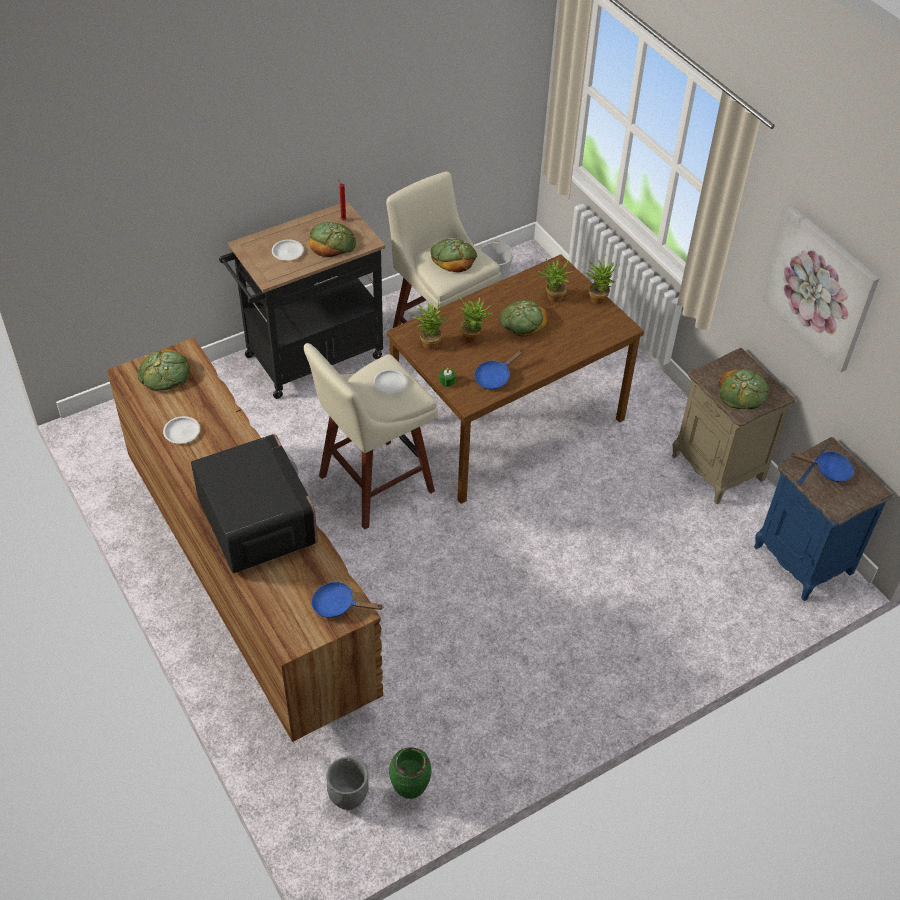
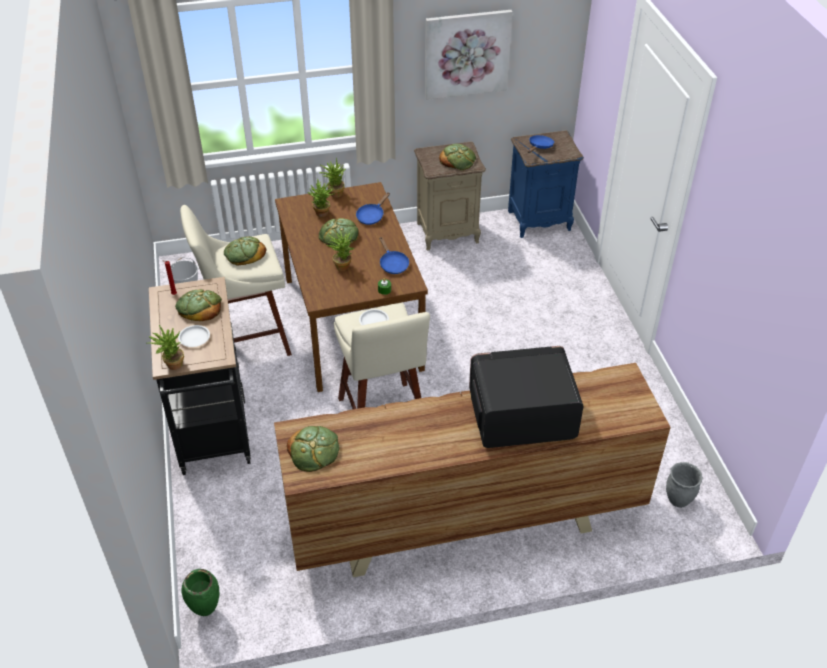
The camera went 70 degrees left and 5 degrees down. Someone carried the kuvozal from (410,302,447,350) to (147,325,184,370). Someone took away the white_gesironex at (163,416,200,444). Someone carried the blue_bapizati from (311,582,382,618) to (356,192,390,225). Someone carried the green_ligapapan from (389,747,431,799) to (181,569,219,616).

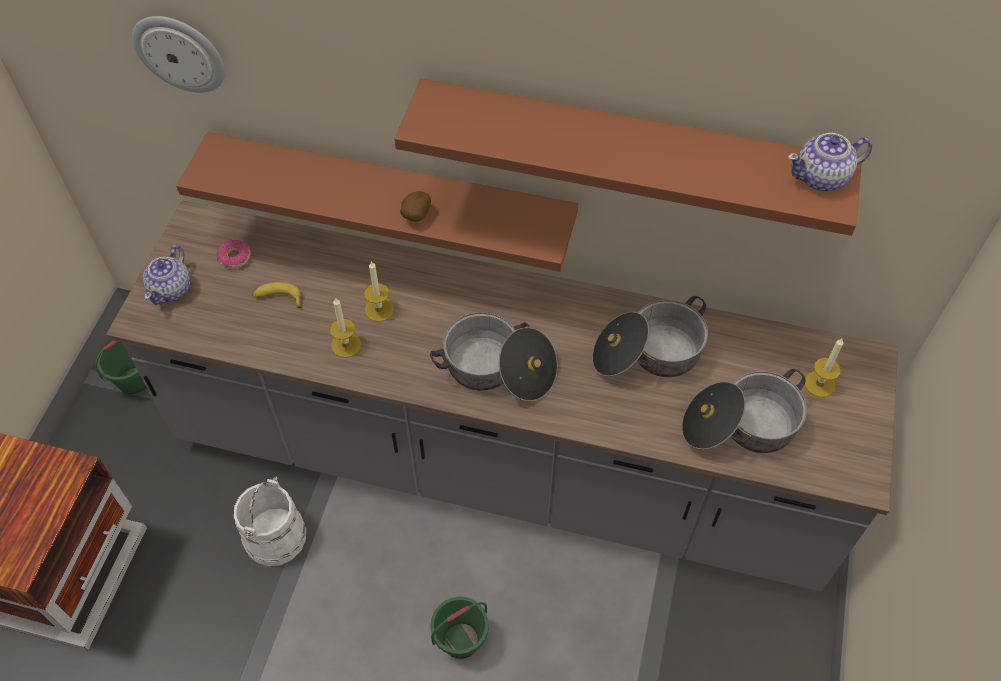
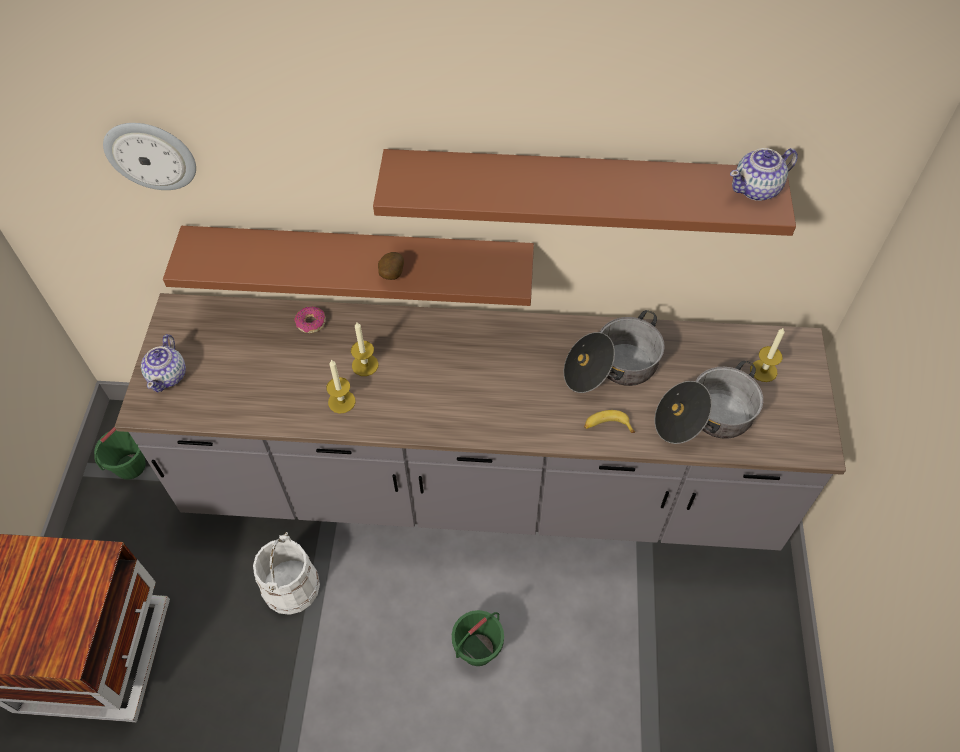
The camera went 10 degrees left and 0 degrees up. Someone carried the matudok from (217,239,251,268) to (294,307,326,333). Someone carried the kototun from (252,282,301,308) to (584,410,635,433). Someone took away the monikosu at (430,312,558,401).

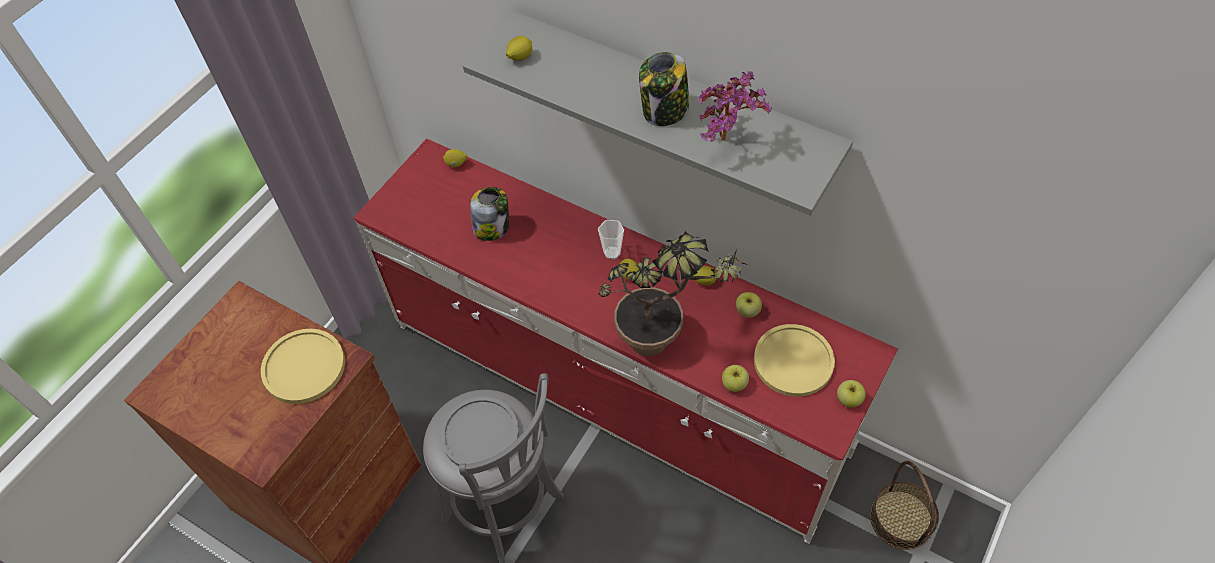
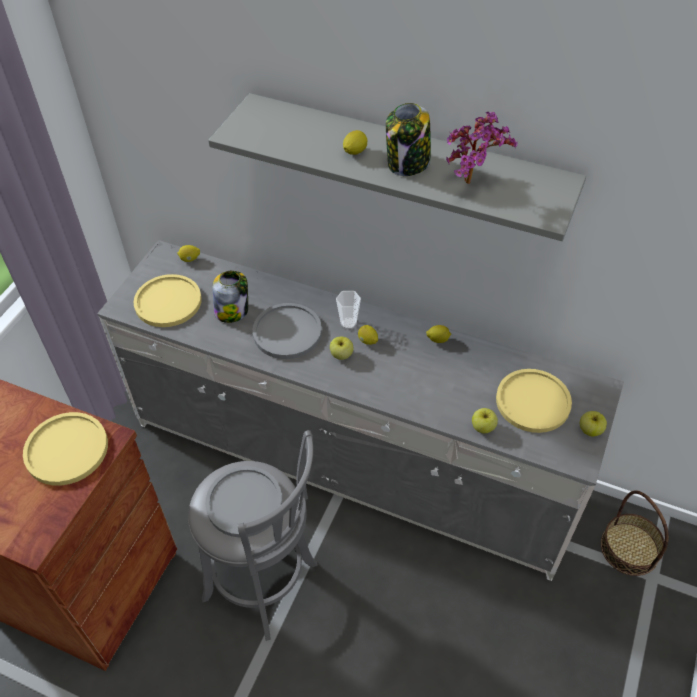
The camera went 10 degrees left and 5 degrees down. Someone carried the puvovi from (506,36,532,61) to (343,130,367,155). Someone repainted the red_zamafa at (354,138,898,544), which became the grey_zamafa at (97,240,624,581). Someone took away the kuvozal at (598,231,752,356). Someone carried the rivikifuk from (736,292,762,318) to (330,337,353,360). Someone put down the yellow_gesironex at (133,274,202,327). Someone put down the grey_gesironex at (253,303,322,359).

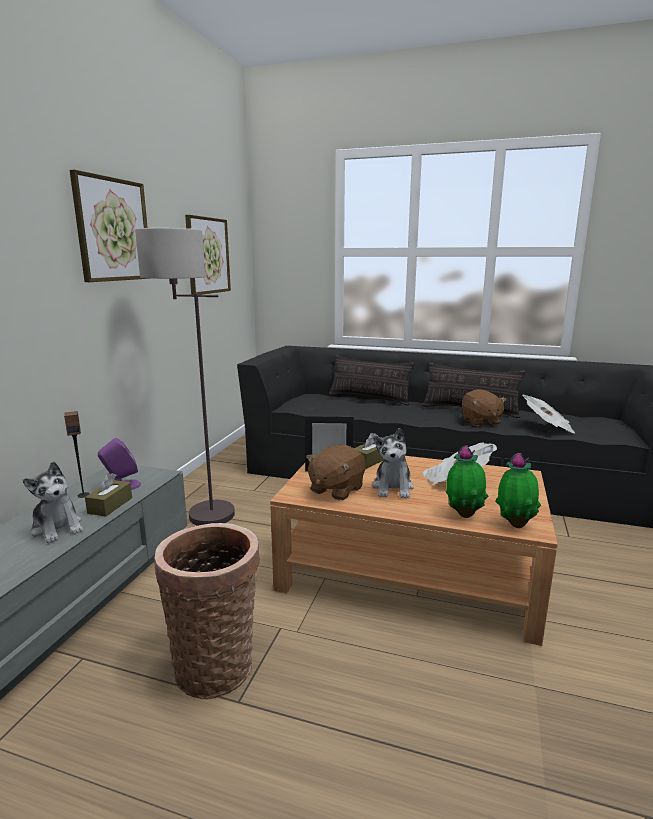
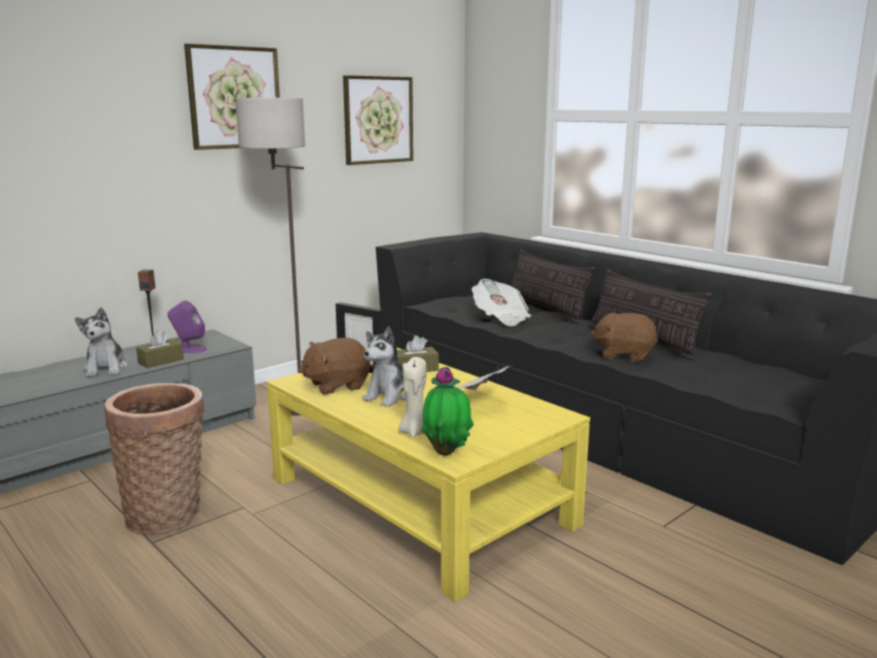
The camera went 30 degrees right and 0 degrees up. Someone rotated the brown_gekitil at (462,389,507,426) by 90 degrees clockwise. Someone carried the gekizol from (522,395,576,434) to (472,279,531,327). Someone swapped the kuvozal at (446,445,488,518) for the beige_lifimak at (399,357,426,438). Someone repainted the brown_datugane at (270,456,558,646), which became the yellow_datugane at (267,348,590,602).

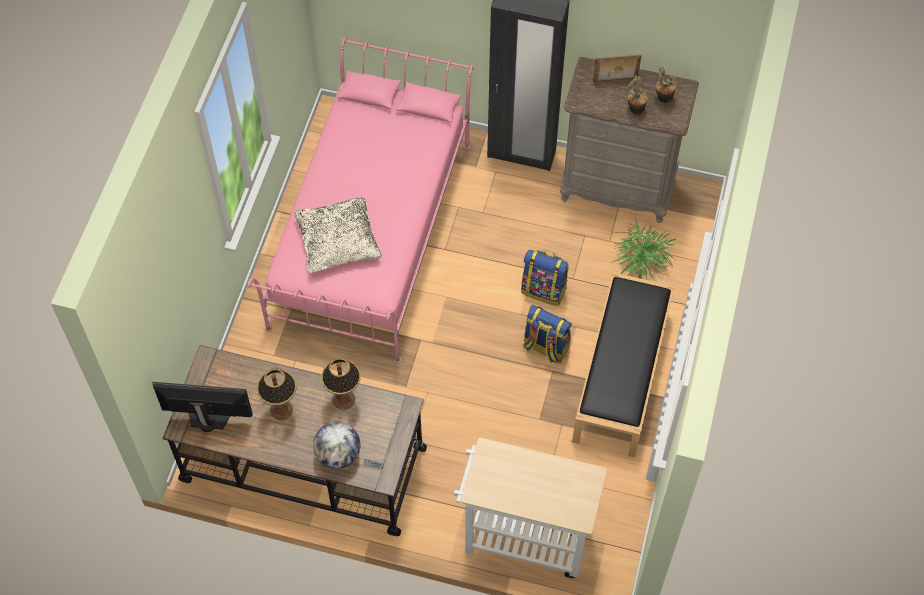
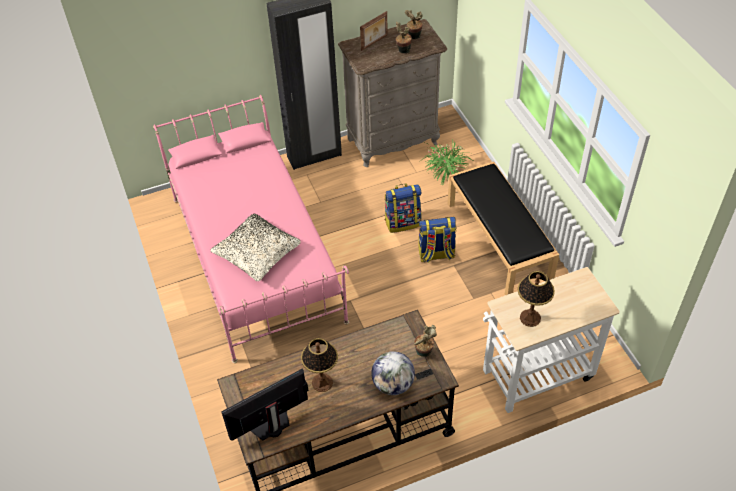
The camera went 35 degrees left and 10 degrees down. Someone carried the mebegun from (321,358,361,410) to (517,271,555,327). Someone put down the kuvozal at (414,325,437,357).

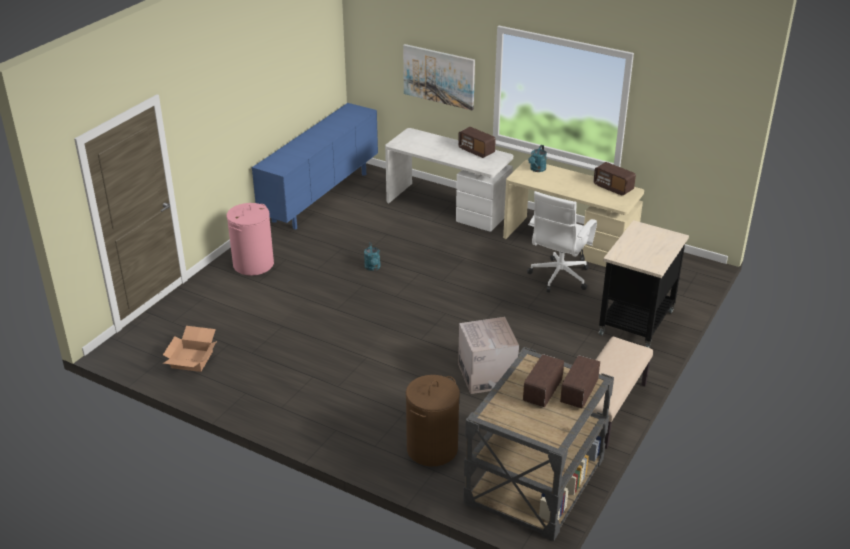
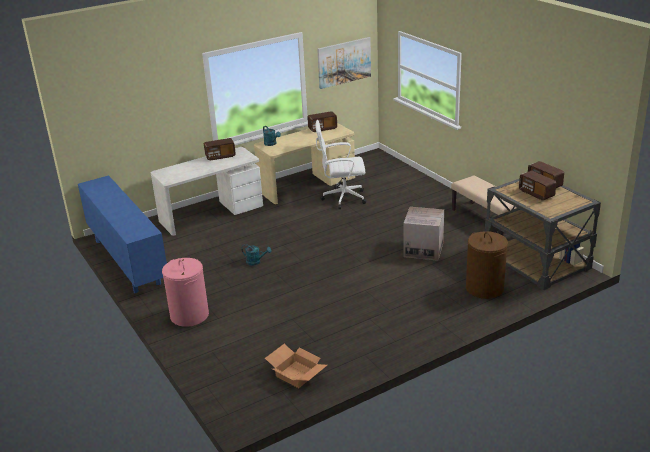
The camera went 60 degrees left and 5 degrees down. Someone carried the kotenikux from (403,44,475,110) to (317,37,371,89). Someone rotated the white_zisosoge at (527,191,597,292) by 120 degrees clockwise. Someone took away the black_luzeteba at (598,220,689,348).

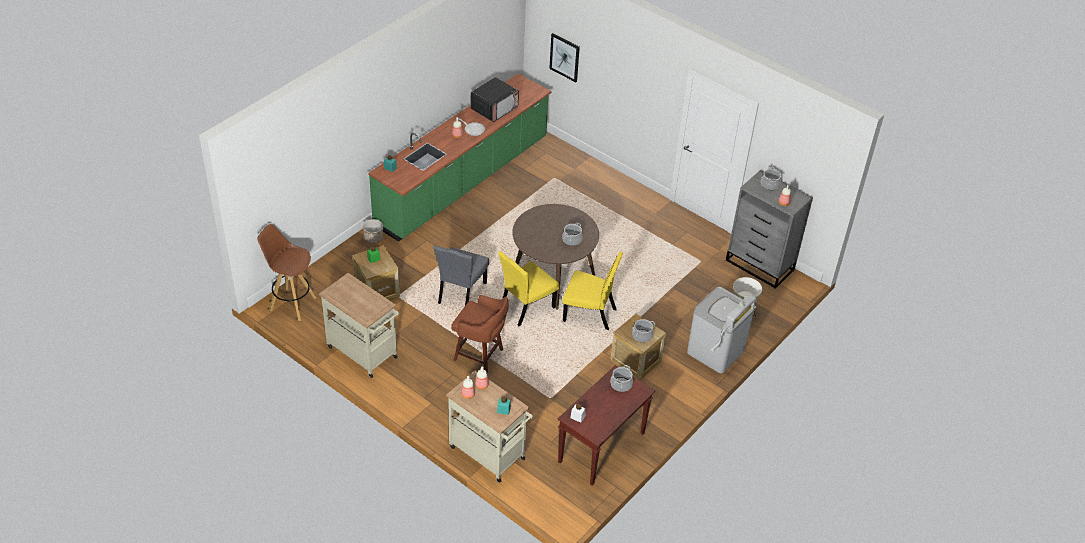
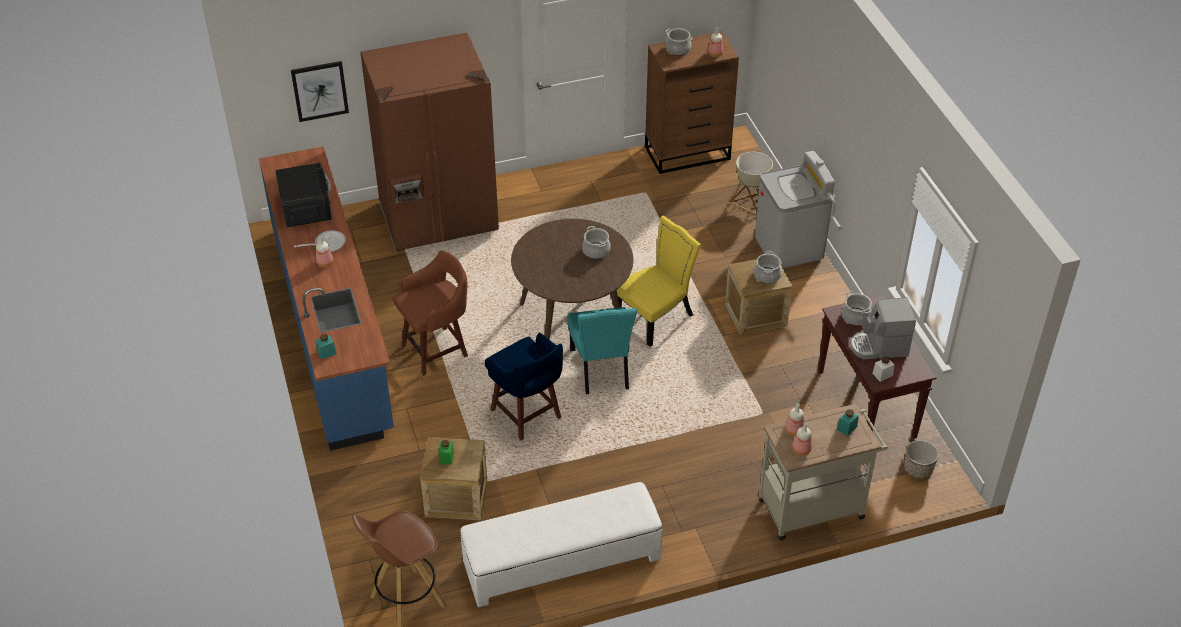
The camera went 55 degrees left and 0 degrees up. Someone repainted the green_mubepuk at (369,74,551,242), which became the blue_mubepuk at (259,146,394,451). Someone repainted the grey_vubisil at (726,170,813,289), which became the brown_vubisil at (645,31,739,174). Someone carried the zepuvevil from (363,219,383,243) to (904,440,939,479). Someone swapped the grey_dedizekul at (433,245,489,305) for the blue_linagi at (485,333,563,441). Someone repainted the yellow_dedizekul at (498,251,559,326), which became the turquoise_dedizekul at (567,307,637,395). Someone swapped the beige_luzeteba at (319,273,399,378) for the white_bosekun at (460,482,662,607). Someone carried the brown_linagi from (451,295,509,373) to (393,250,468,376). Someone put down the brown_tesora at (360,33,499,252). Someone put down the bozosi at (851,297,916,359).

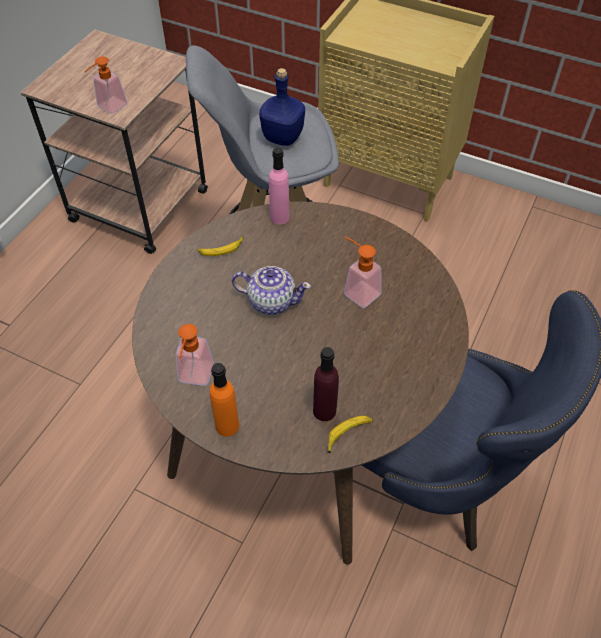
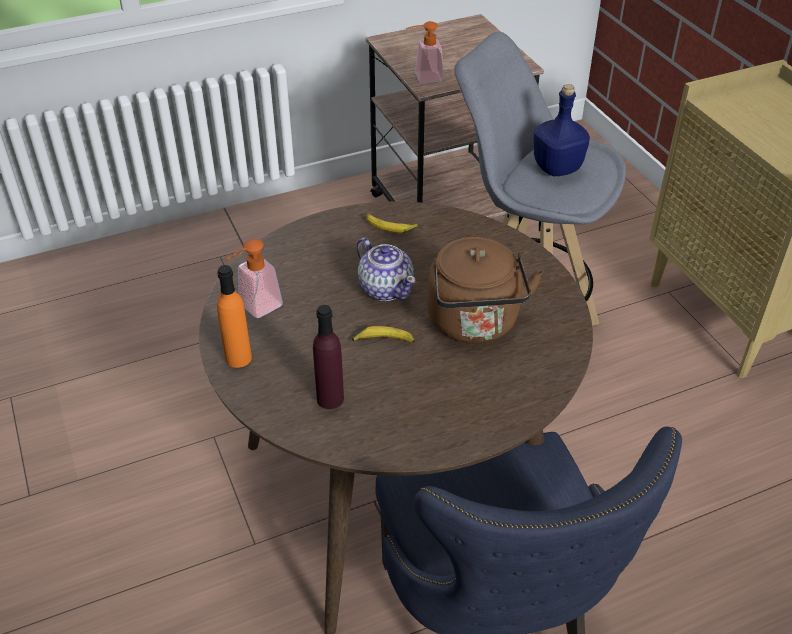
The camera went 40 degrees right and 10 degrees down. Someone took away the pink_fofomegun at (269,147,289,224). Someone swapped the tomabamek at (344,236,382,308) for the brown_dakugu at (427,237,543,344). Someone carried the kototun from (328,416,373,453) to (352,326,415,343).

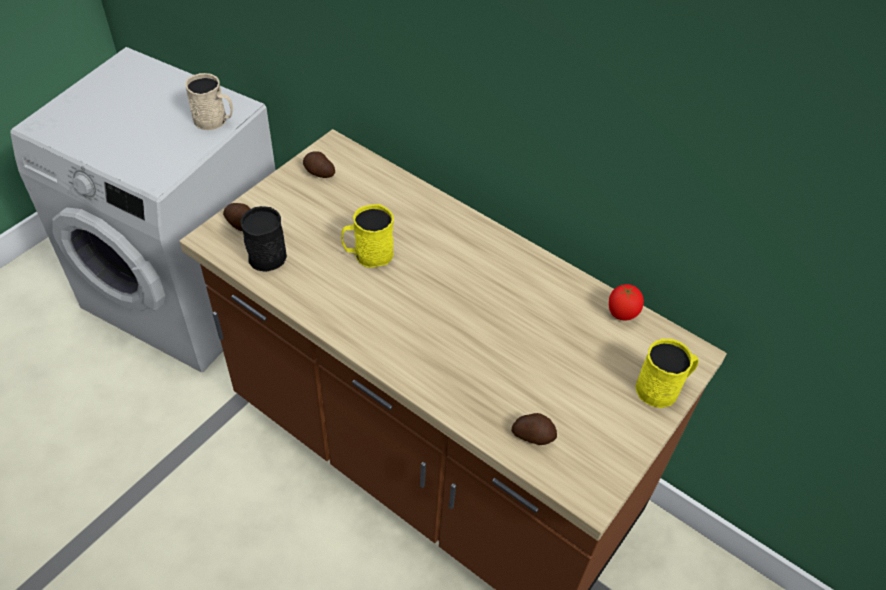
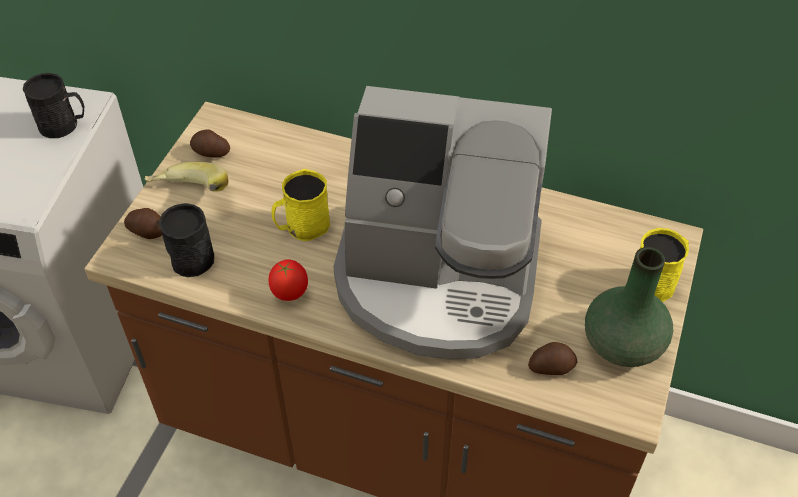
The camera went 15 degrees left and 0 degrees up. Someone repainted the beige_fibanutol at (185,73,233,130), which became the black_fibanutol at (23,73,84,138). Someone carried the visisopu from (609,284,644,321) to (269,259,308,301). Someone put down the bozosi at (333,86,552,360). Someone put down the kototun at (145,162,229,192). Someone put down the green_ligapapan at (585,247,673,367).

